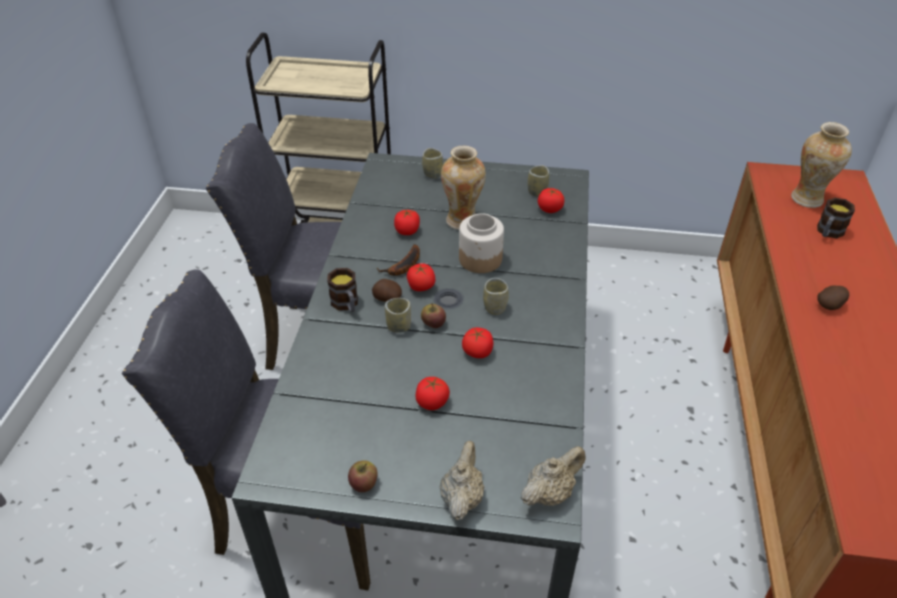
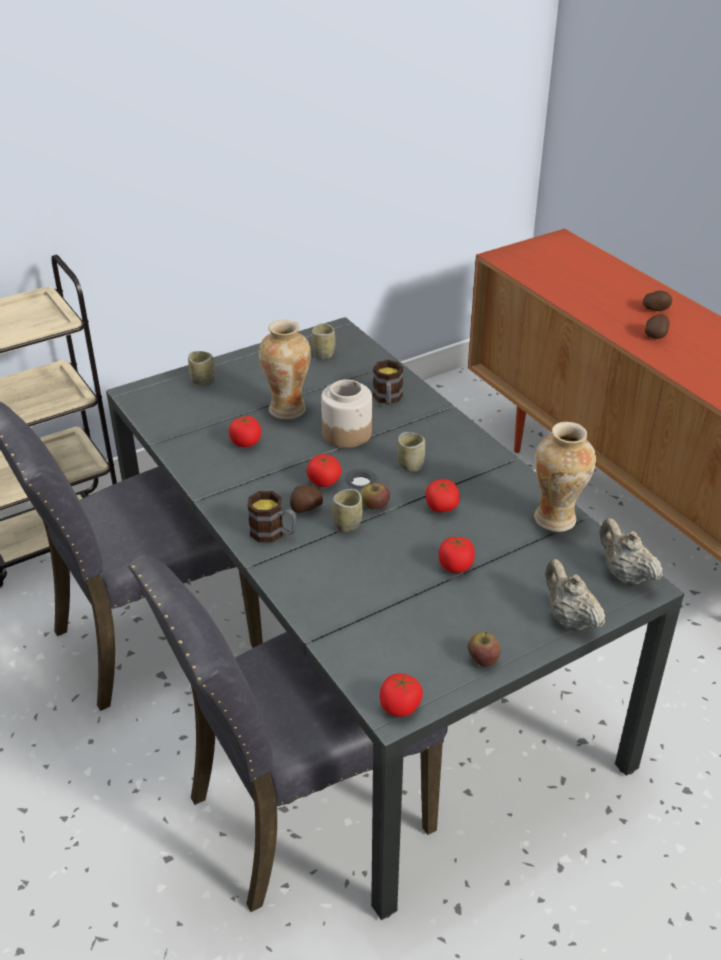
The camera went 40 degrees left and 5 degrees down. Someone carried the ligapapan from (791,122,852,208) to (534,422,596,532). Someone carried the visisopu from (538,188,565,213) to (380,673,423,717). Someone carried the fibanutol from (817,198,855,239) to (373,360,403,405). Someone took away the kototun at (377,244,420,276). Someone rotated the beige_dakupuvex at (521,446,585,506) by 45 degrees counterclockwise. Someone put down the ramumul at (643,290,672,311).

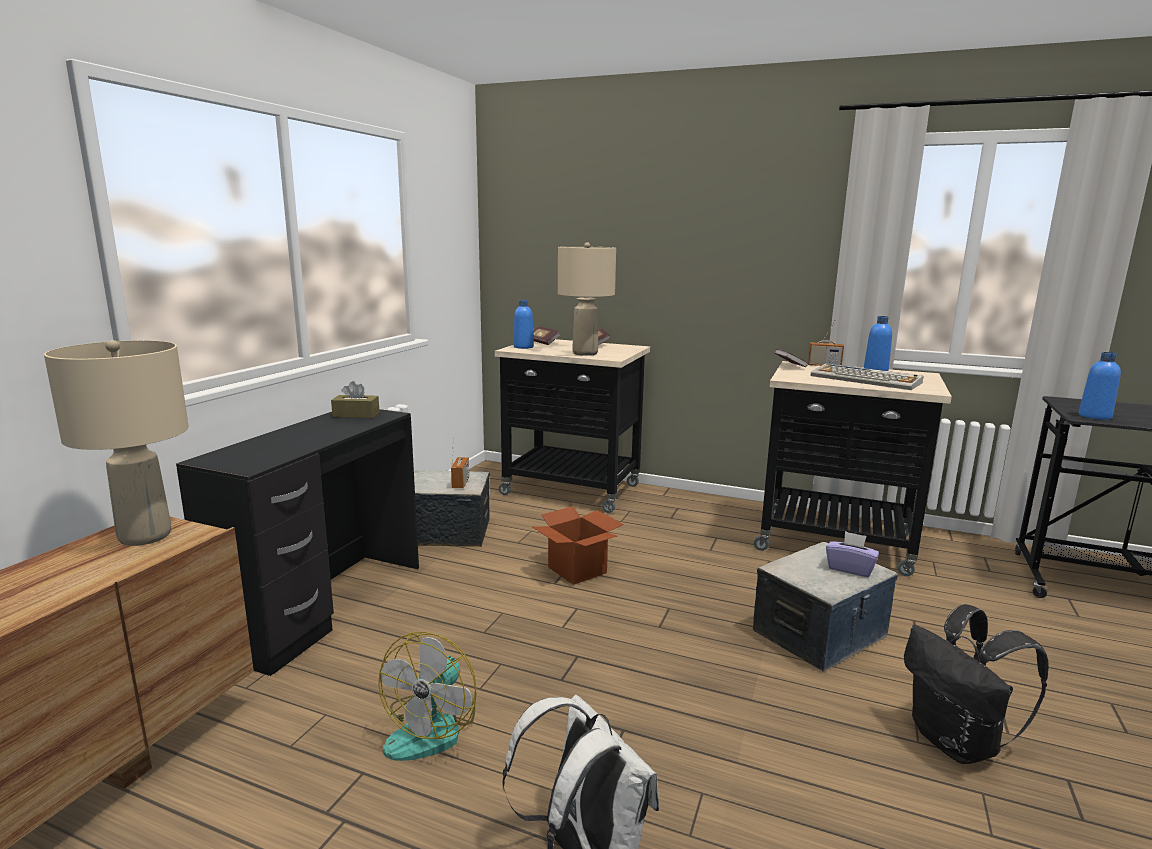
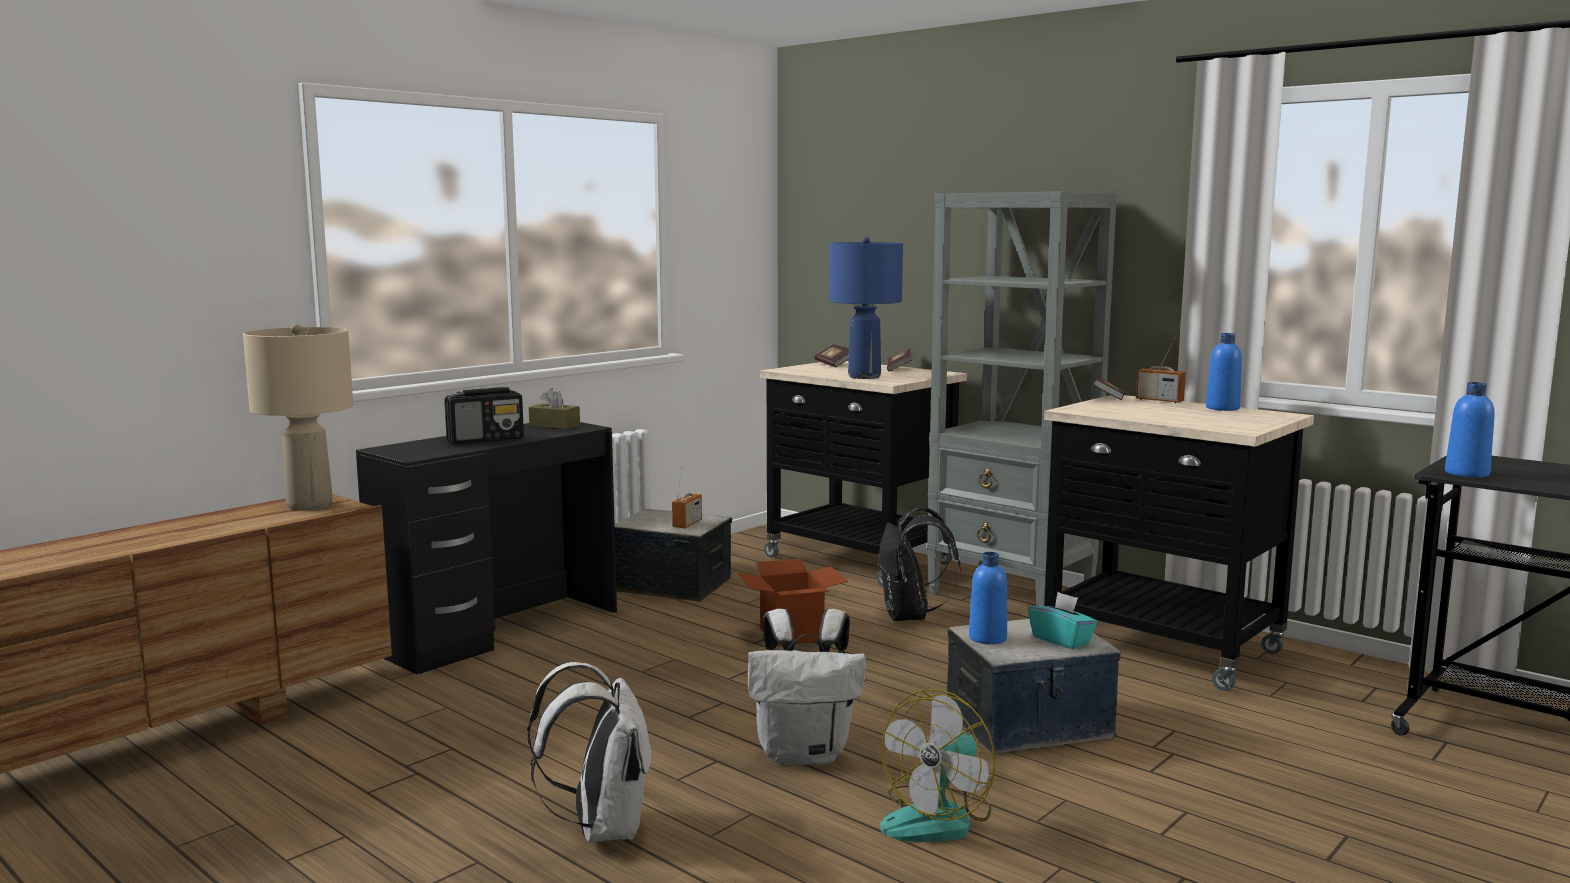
The camera went 20 degrees right and 5 degrees down. Someone repainted the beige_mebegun at (558,242,616,356), which became the blue_mebegun at (829,237,903,379). Someone carried the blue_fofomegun from (514,300,534,349) to (969,552,1007,644). Someone took away the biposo at (811,363,923,390). Someone repainted the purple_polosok at (826,531,879,577), which became the turquoise_polosok at (1028,592,1098,649). Someone carried the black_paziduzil from (904,604,1049,764) to (878,507,961,621). Someone carried the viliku from (378,632,477,761) to (880,689,995,842). Someone put down the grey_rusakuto at (926,192,1117,606). Someone put down the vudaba at (444,387,524,445). Someone put down the white_paziduzil at (748,609,866,765).

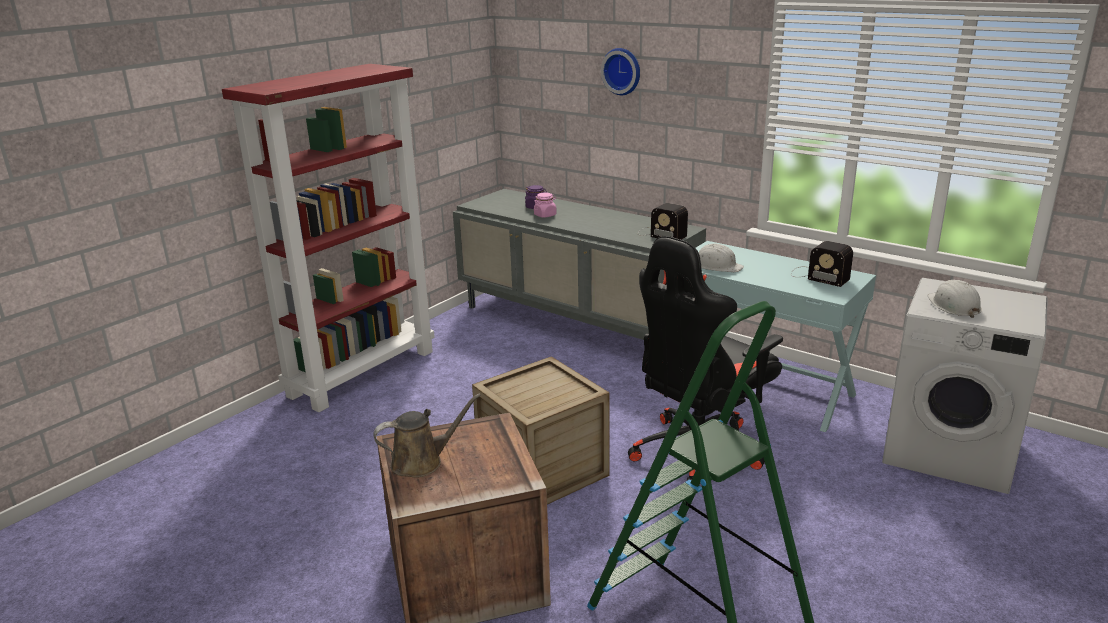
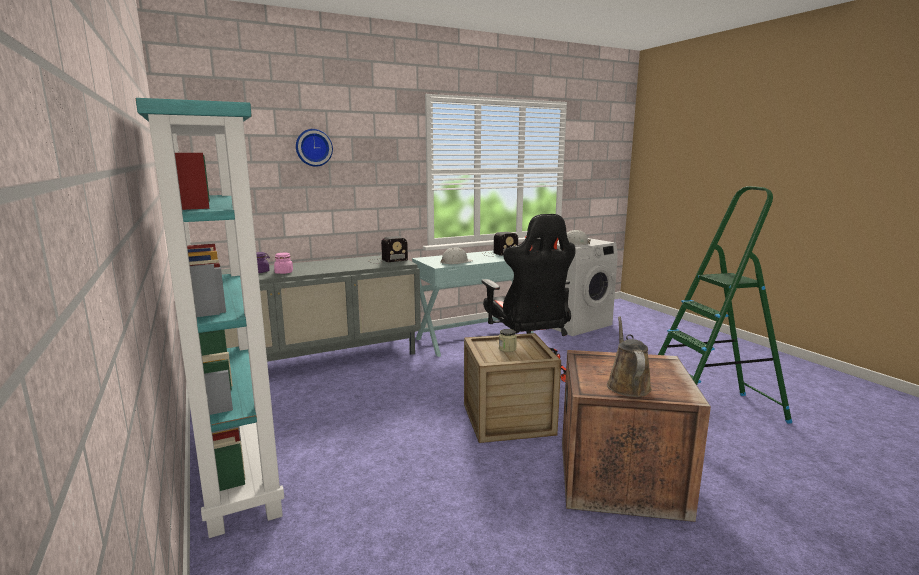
The camera went 65 degrees left and 10 degrees down. Someone repainted the red_rusakuto at (222,64,435,412), which became the turquoise_rusakuto at (135,98,284,538). Someone put down the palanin at (499,329,517,352).

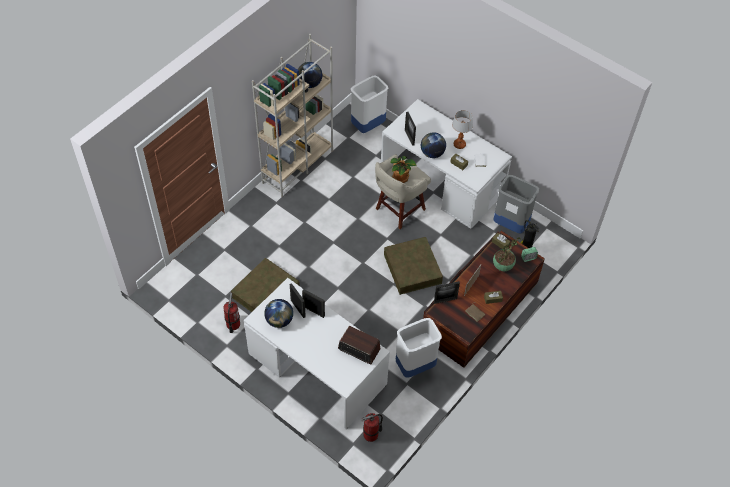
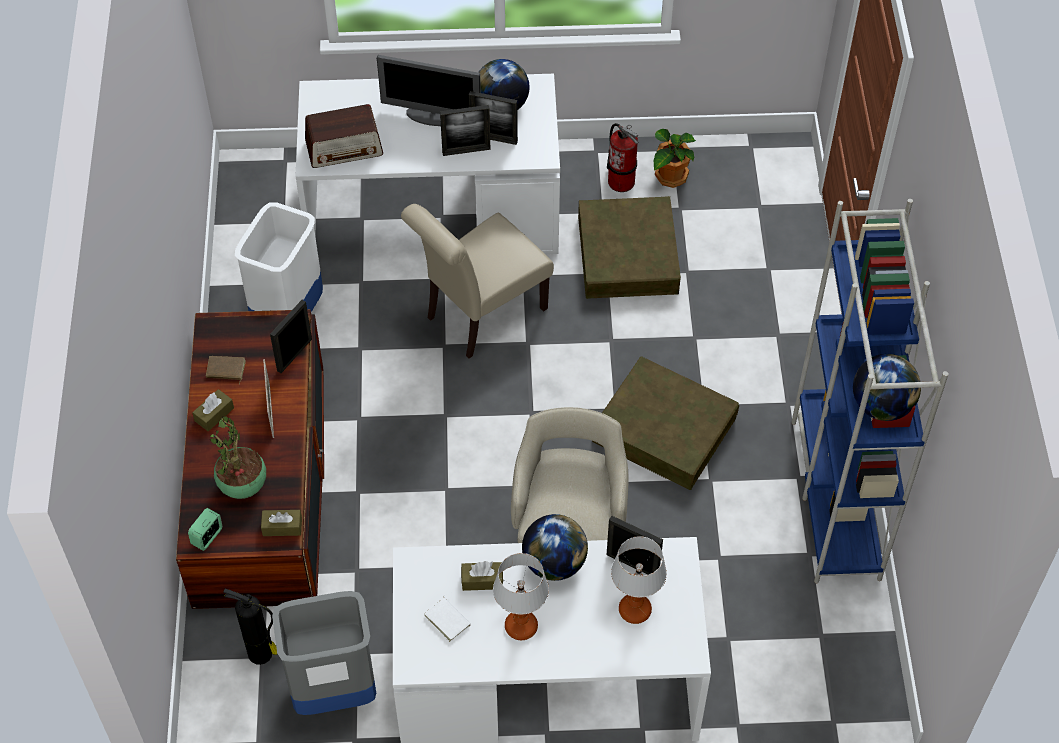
The camera went 140 degrees right and 0 degrees up. Someone repainted the beige_rusakuto at (252,34,333,197), which became the blue_rusakuto at (791,199,948,583). Someone took away the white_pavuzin at (351,75,388,133). Someone carried the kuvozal from (390,156,417,183) to (654,129,696,188). Someone carried the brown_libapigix from (384,237,443,295) to (592,356,739,490). Someone took away the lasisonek at (361,413,383,442). Someone put down the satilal at (377,55,481,126). Someone put down the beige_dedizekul at (401,204,554,358). Someone put down the mebegun at (611,536,667,624).

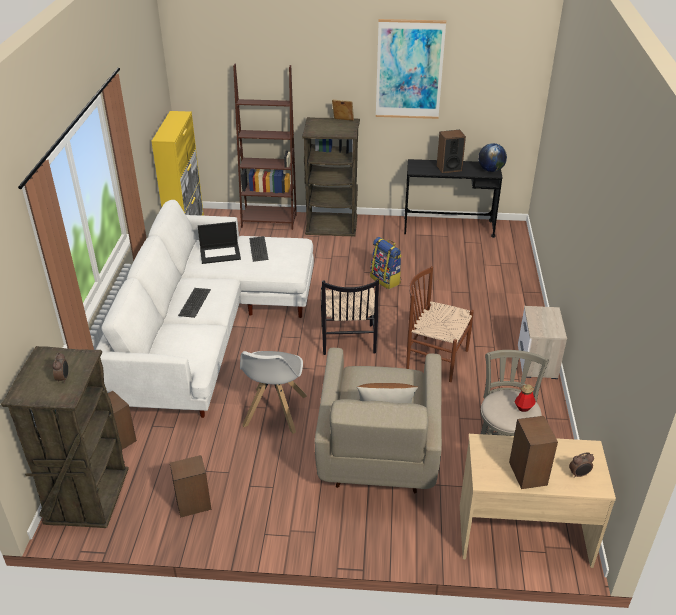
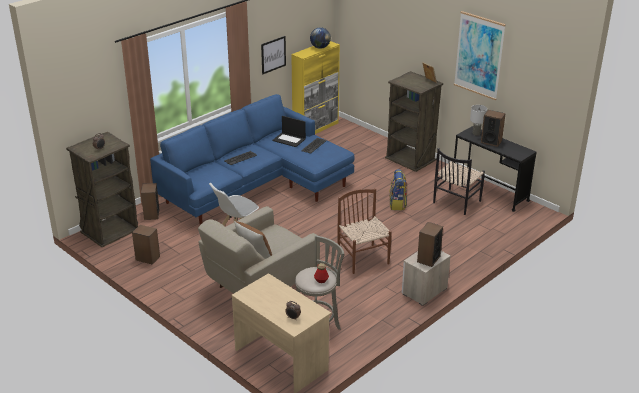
The camera went 40 degrees right and 5 degrees down. Someone took away the brown_rusakuto at (233,64,297,230). Someone carried the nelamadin from (478,143,507,172) to (310,27,331,49). Someone repainted the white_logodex at (96,200,314,418), which became the blue_logodex at (150,94,355,225). Someone carried the black_dedizekul from (321,279,379,355) to (433,148,485,215). Someone carried the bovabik from (509,416,558,489) to (417,222,443,267). Someone put up the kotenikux at (261,36,286,74). Someone put down the white_mebegun at (470,105,487,136).

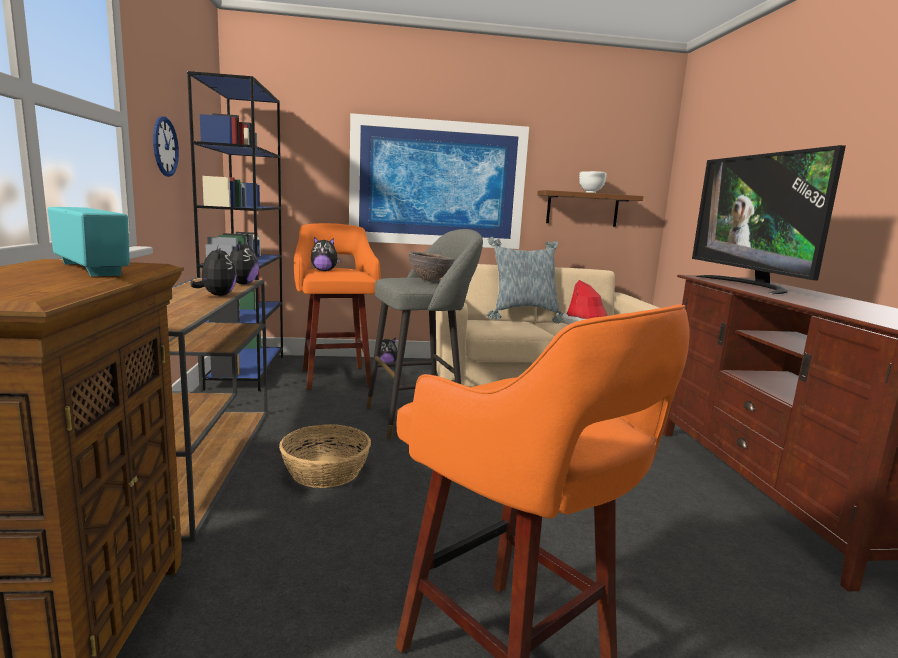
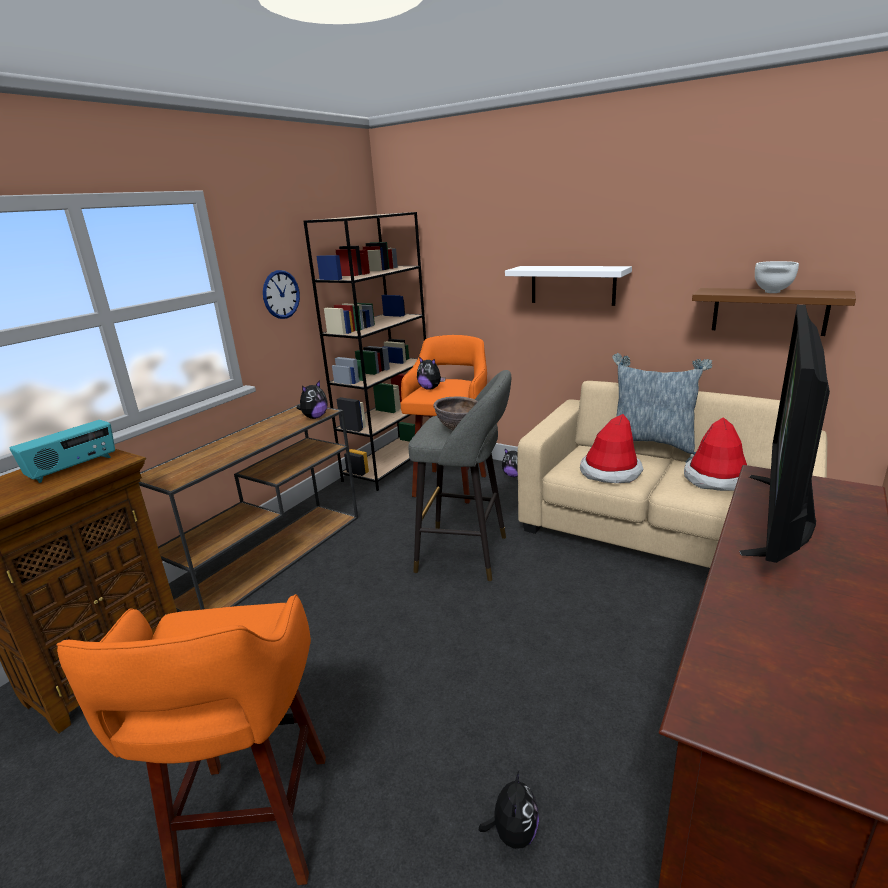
The camera went 40 degrees right and 10 degrees up. Someone repainted the blue_rusakuto at (187,71,283,391), which became the beige_rusakuto at (303,212,431,491). Someone swapped the kotenikux at (349,113,529,249) for the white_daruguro at (505,266,632,306). Someone rotated the vudaba at (48,207,130,276) by 45 degrees clockwise. Someone carried the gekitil from (190,246,237,296) to (479,771,539,849). Someone took away the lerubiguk at (279,424,371,488). Someone put down the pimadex at (580,414,644,483).

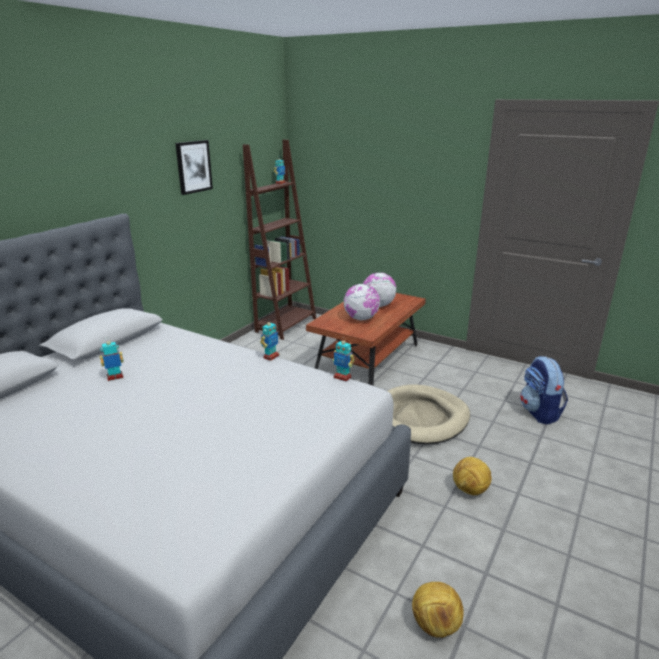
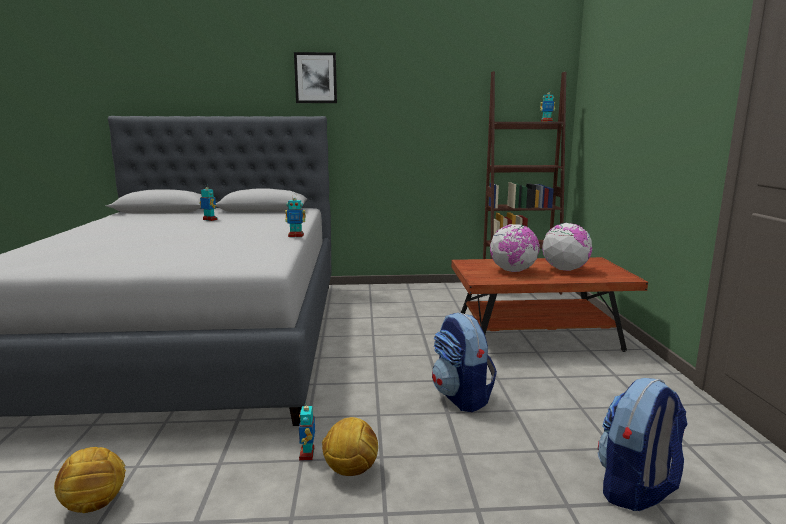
The camera went 55 degrees right and 10 degrees down. Someone carried the kotenikux from (175,140,213,195) to (294,52,337,103). Someone carried the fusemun from (333,338,354,381) to (299,402,315,461). Someone swapped the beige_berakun at (388,384,470,444) for the paziduzil at (432,312,497,412).

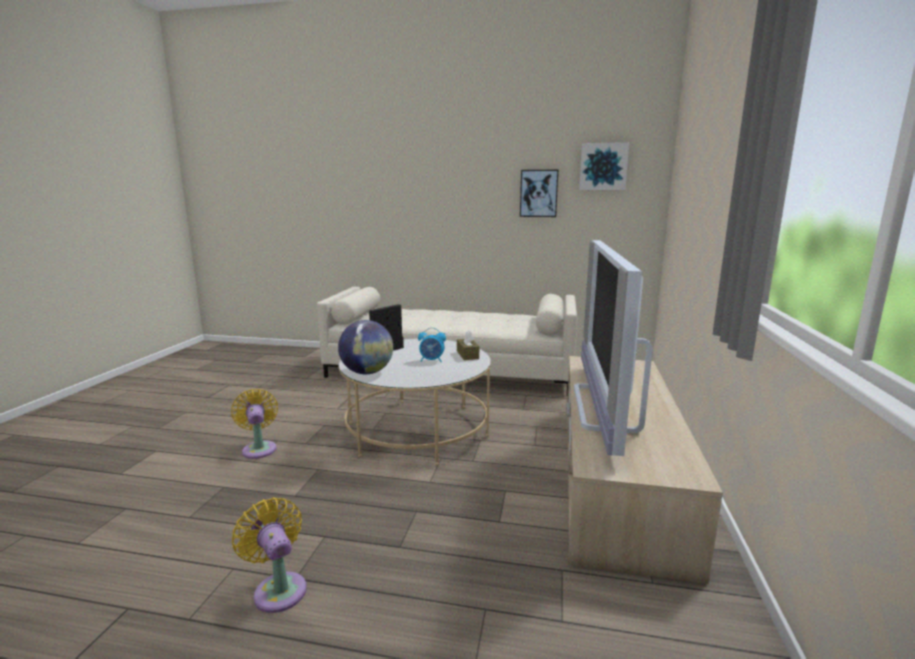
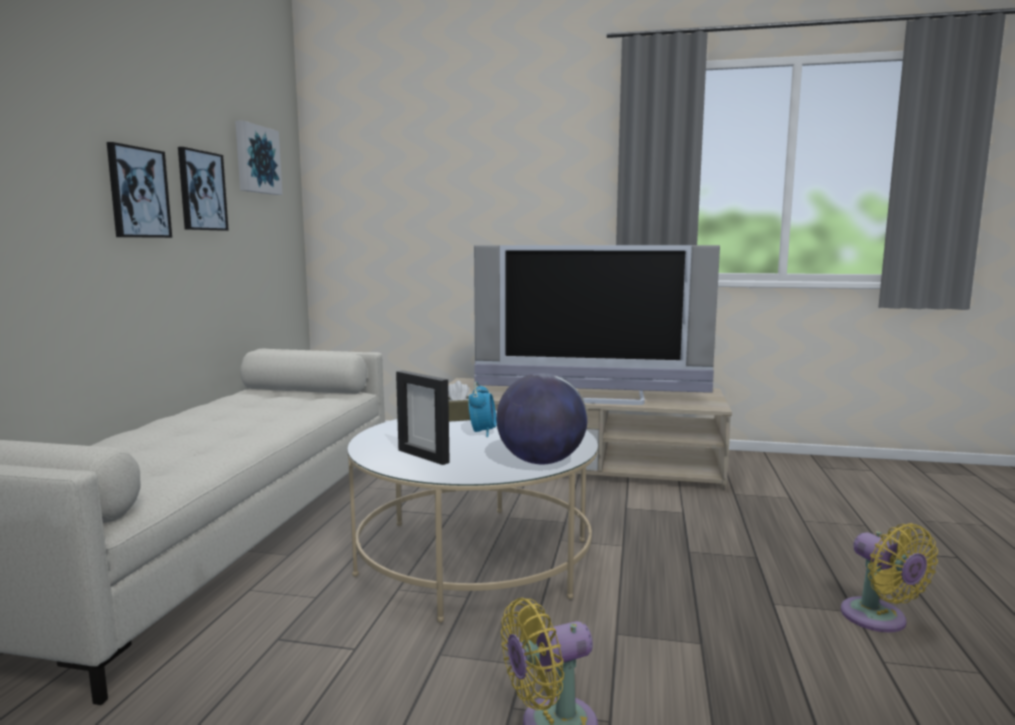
The camera went 90 degrees left and 5 degrees down. Someone rotated the yellow_viliku at (232,497,307,613) by 75 degrees counterclockwise. Someone put up the kotenikux at (107,142,172,238).

